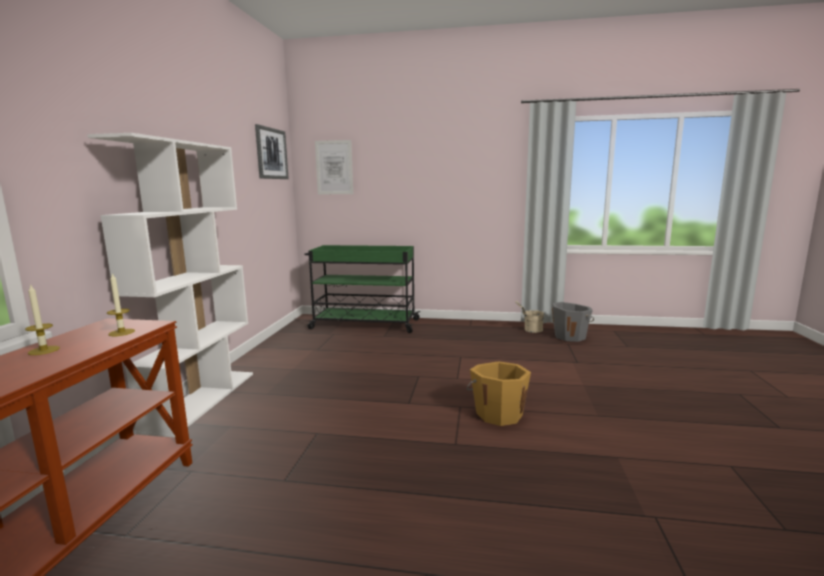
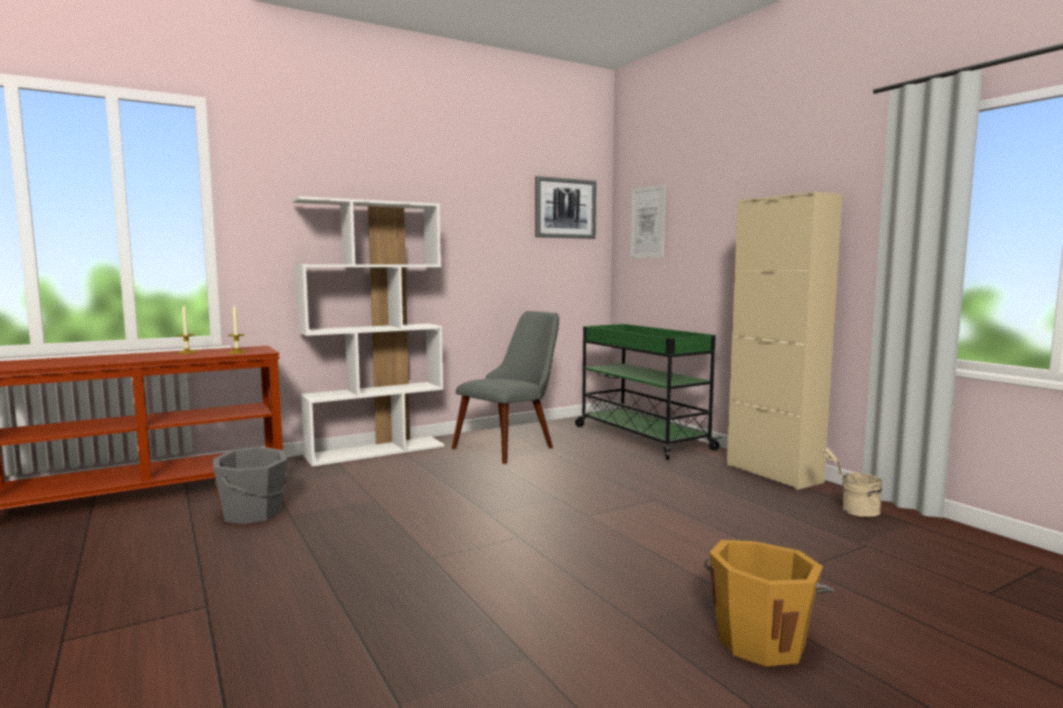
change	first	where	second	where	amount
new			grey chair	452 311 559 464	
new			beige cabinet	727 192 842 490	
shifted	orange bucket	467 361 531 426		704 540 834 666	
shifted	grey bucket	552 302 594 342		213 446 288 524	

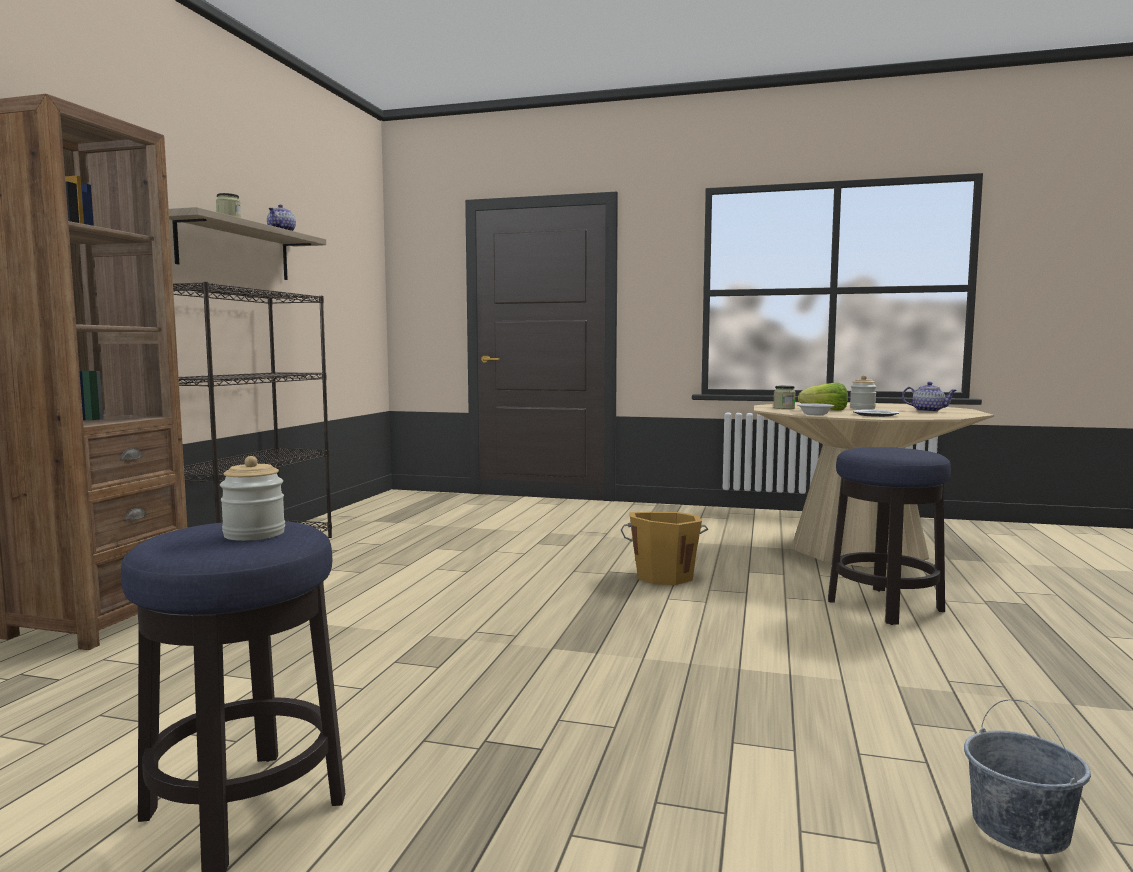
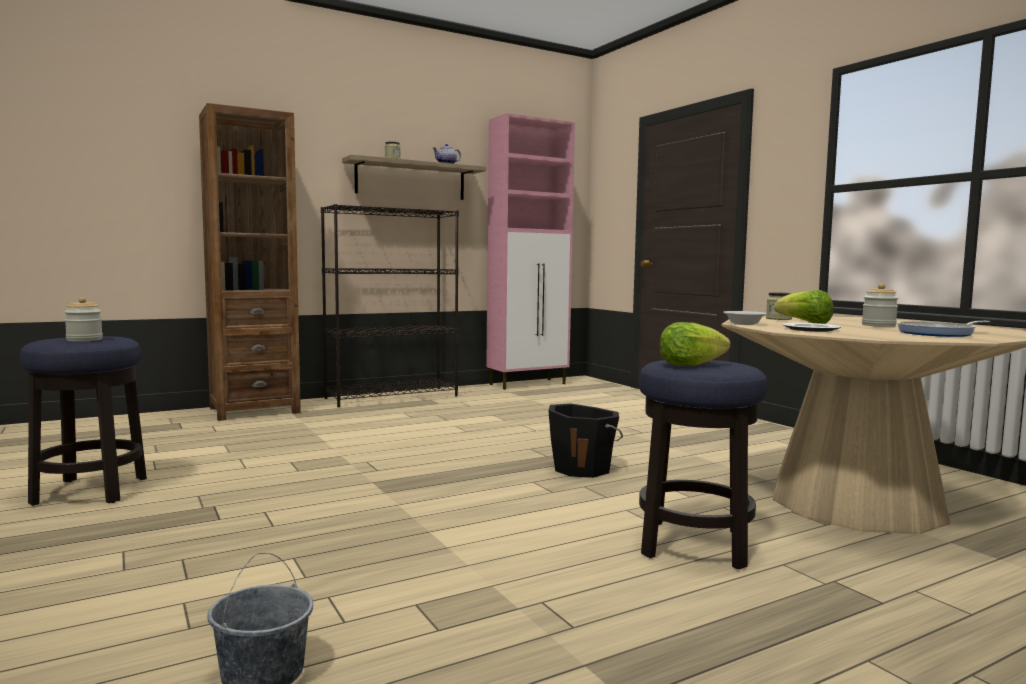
change	first	where	second	where	amount
new			pink cabinet	486 113 575 390	
new			lettuce	660 322 730 366	
swapped	teapot	902 382 957 412	frying pan	897 321 990 337	
repainted	orange bucket	621 512 708 585	black bucket	548 403 623 478	

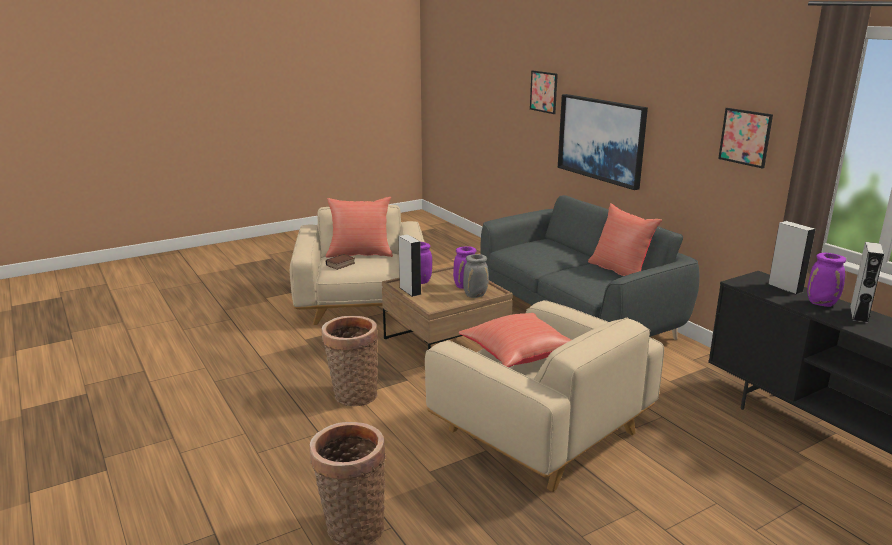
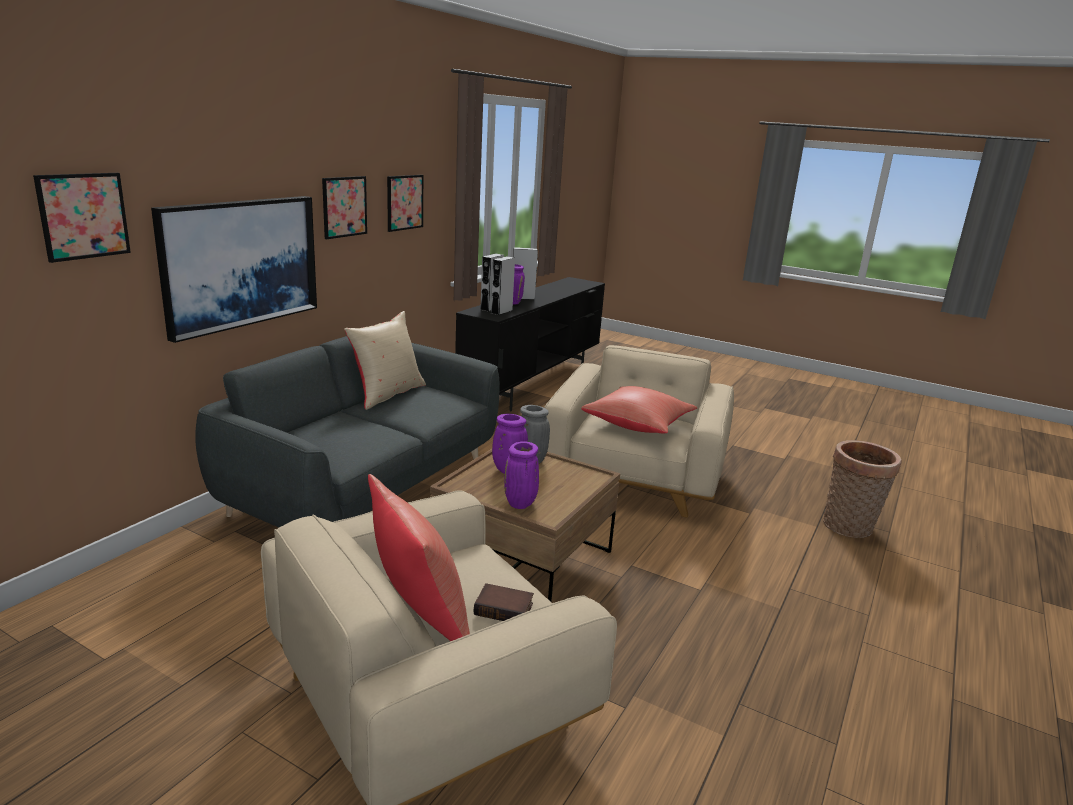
change	first	where	second	where	amount
gone	basket	322 316 378 407			
new			picture	322 176 367 239	
shifted	grey speaker	398 234 422 297		490 256 515 315	
repainted	red pillow	588 203 662 276	beige pillow	344 311 426 410	

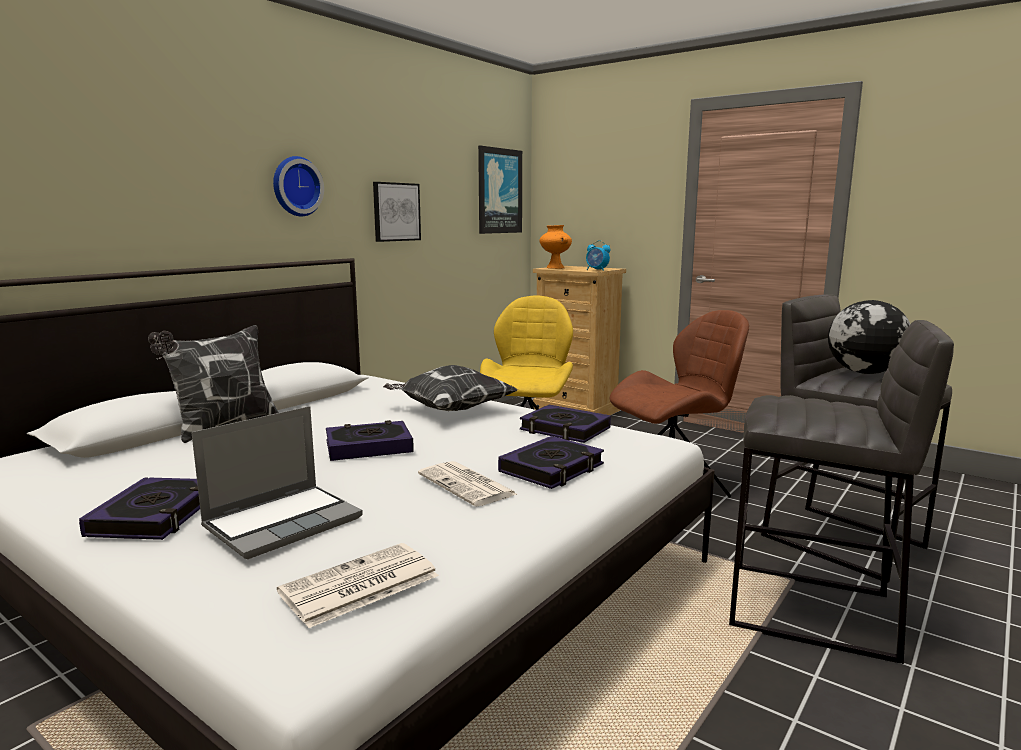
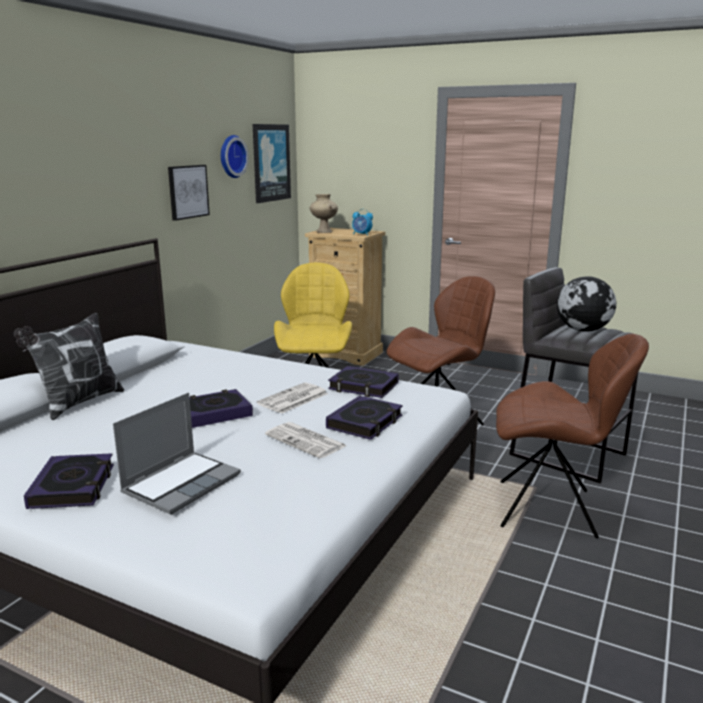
change	first	where	second	where	amount
gone	pillow	383 365 518 411			
shifted	wall clock	273 156 324 216		221 135 249 178	
shifted	newspaper	277 543 439 628		257 382 328 414	
swapped	grey stool	729 320 954 664	brown chair	496 334 649 538	
repainted	orange vase	539 225 572 269	beige vase	310 194 338 233	

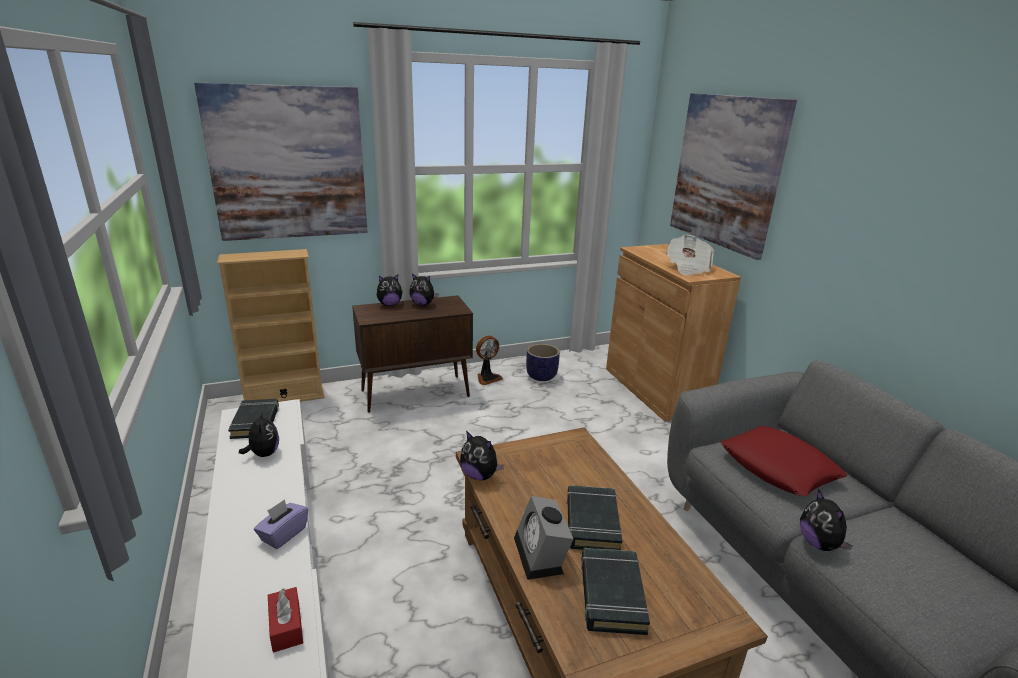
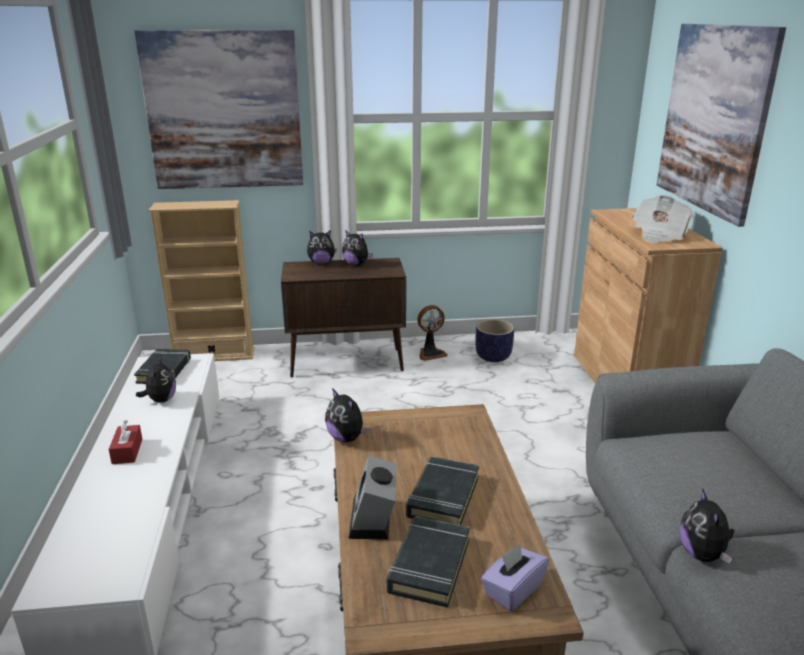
change	first	where	second	where	amount
gone	red pillow	721 426 847 496			
shifted	purple tissue box	254 499 308 549		481 543 549 612	
shifted	red tissue box	268 587 303 653		109 420 142 464	

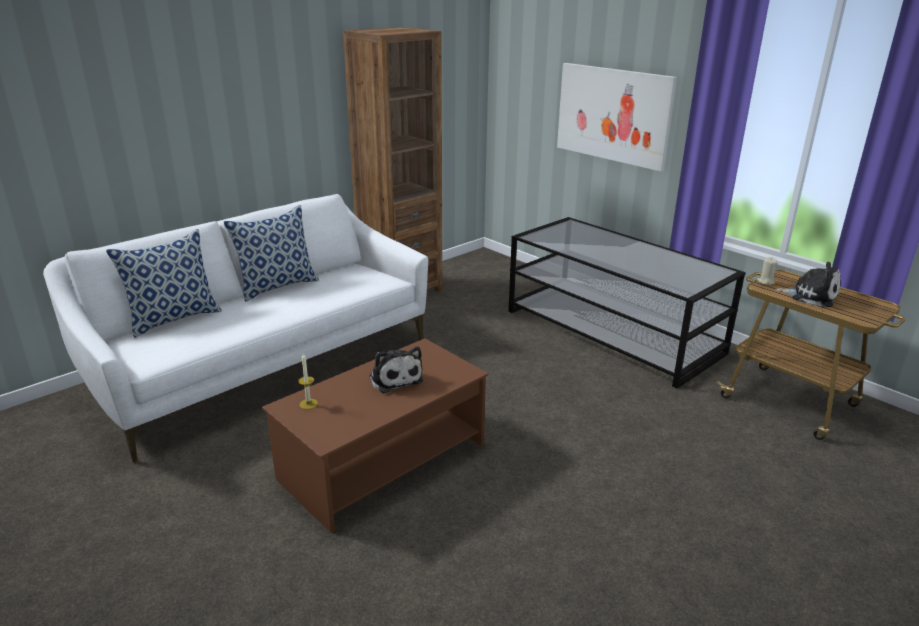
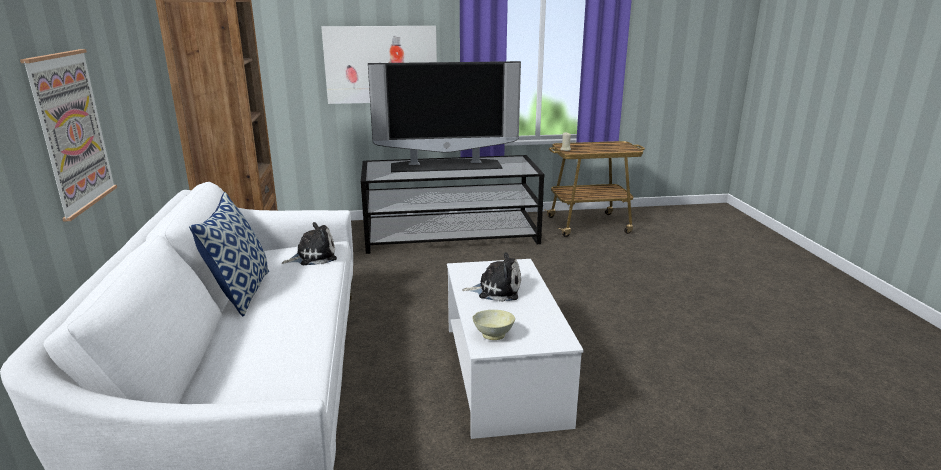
change	first	where	second	where	amount
gone	pillow	106 229 222 338			
new			picture	20 49 117 222	
new			television	368 61 521 172	
shifted	plush toy	775 262 840 307		282 222 337 265	
swapped	candle	298 353 318 409	beige bowl	472 310 515 340	
repainted	brown coffee table	262 338 488 533	white coffee table	447 259 584 439	

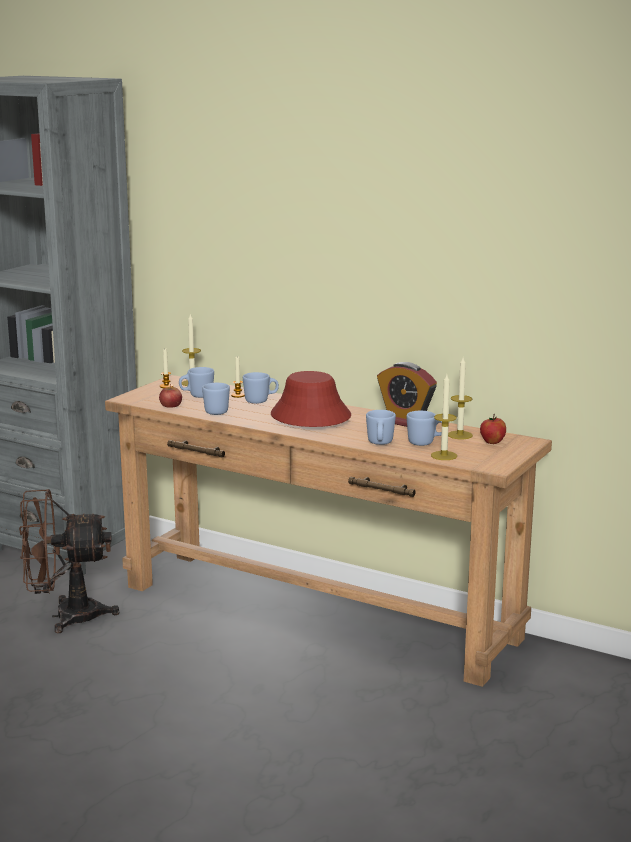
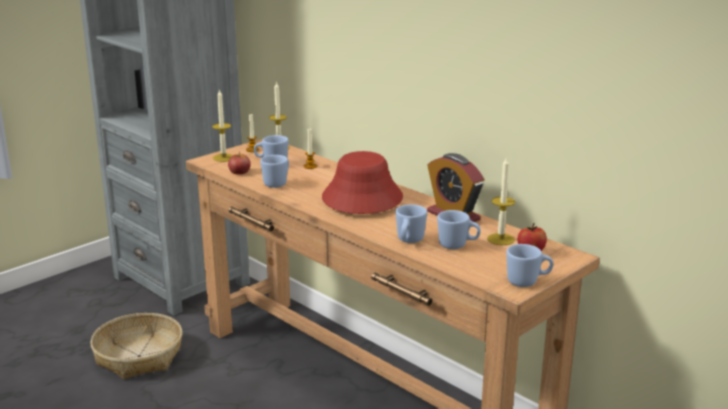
change	first	where	second	where	amount
shifted	blue mug	243 372 279 404		506 244 553 287	
shifted	candle	431 375 457 460		212 90 233 162	
swapped	brown fan	19 489 119 634	basket	90 313 183 379	

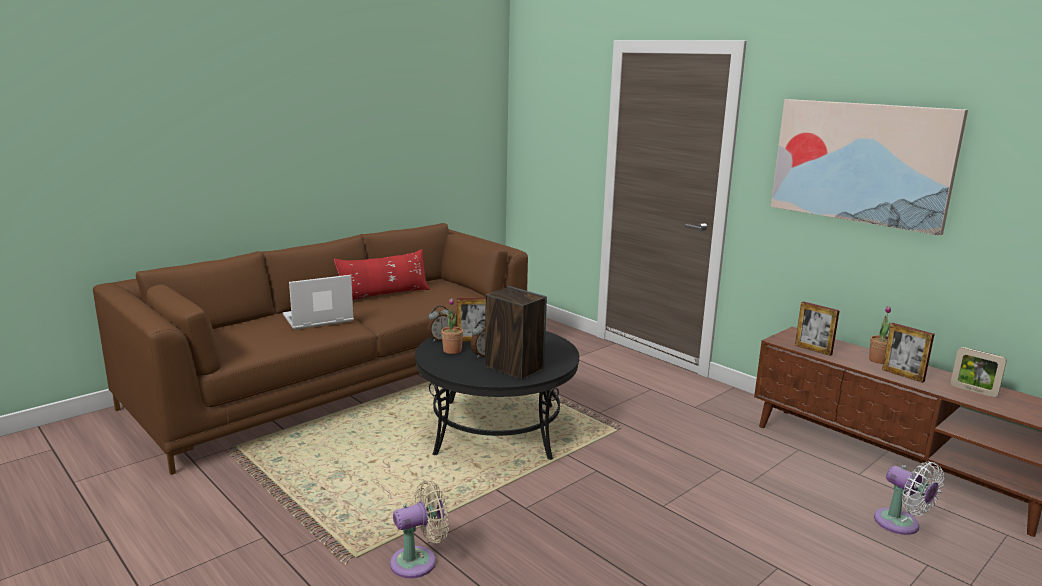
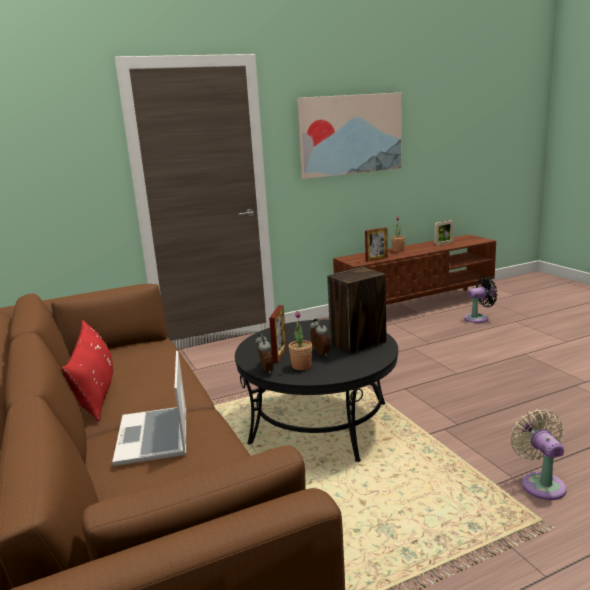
change	first	where	second	where	amount
gone	picture frame	882 323 935 383			
repainted	white fan	874 462 944 535	black fan	464 276 498 323	

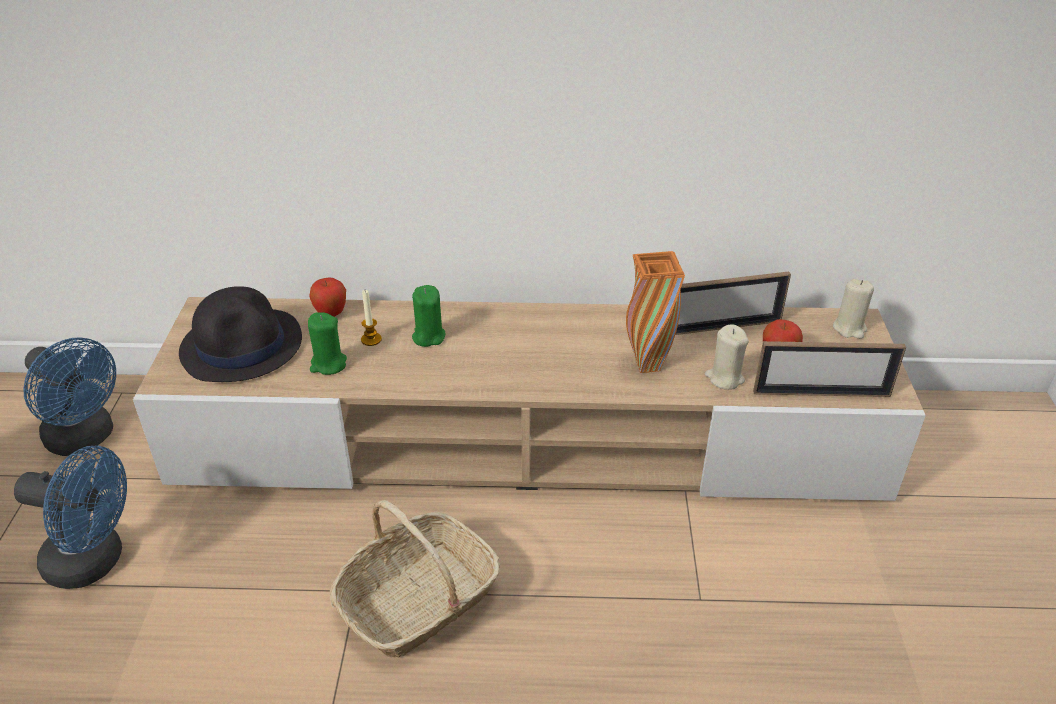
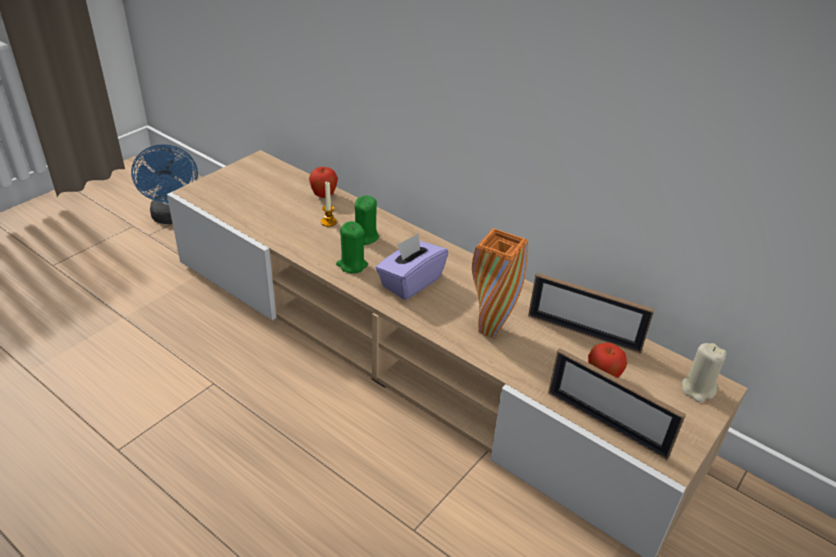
change	first	where	second	where	amount
gone	blue fan	14 446 127 589			
gone	black hat	179 286 302 382			
gone	basket	330 500 500 658			
gone	beige candle	705 324 749 390			
new			purple tissue box	376 233 448 300	
shifted	green candle	308 312 347 375		336 221 368 274	

